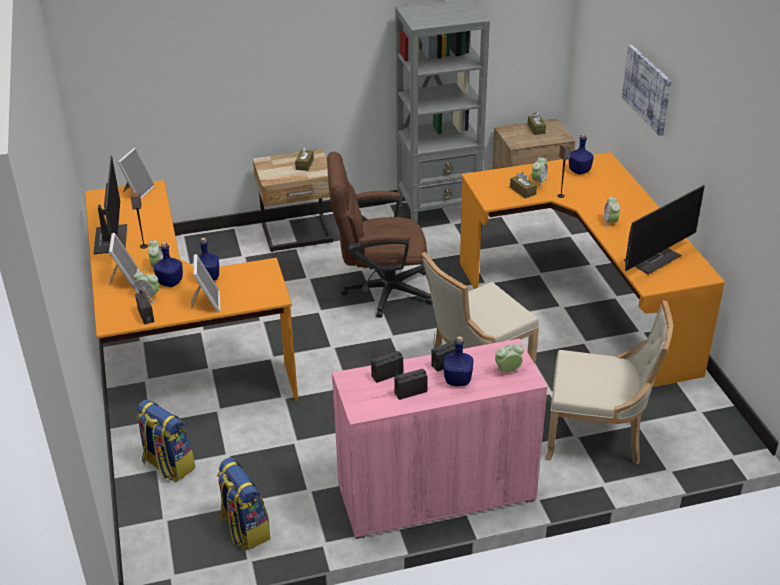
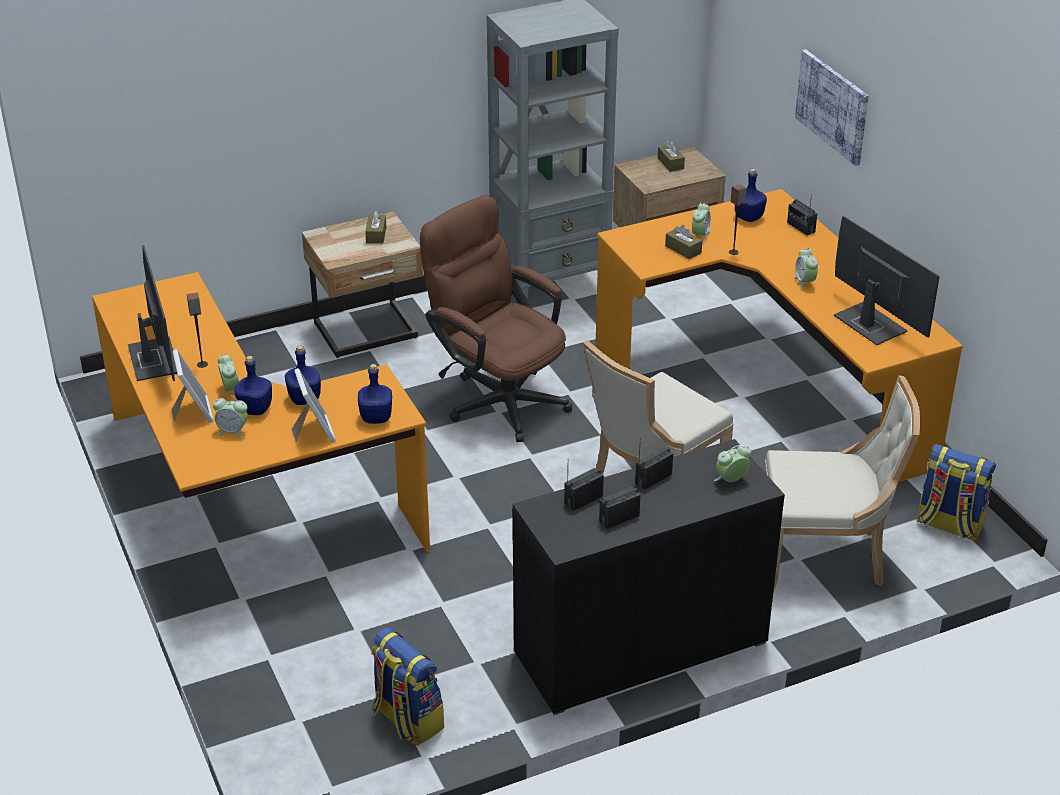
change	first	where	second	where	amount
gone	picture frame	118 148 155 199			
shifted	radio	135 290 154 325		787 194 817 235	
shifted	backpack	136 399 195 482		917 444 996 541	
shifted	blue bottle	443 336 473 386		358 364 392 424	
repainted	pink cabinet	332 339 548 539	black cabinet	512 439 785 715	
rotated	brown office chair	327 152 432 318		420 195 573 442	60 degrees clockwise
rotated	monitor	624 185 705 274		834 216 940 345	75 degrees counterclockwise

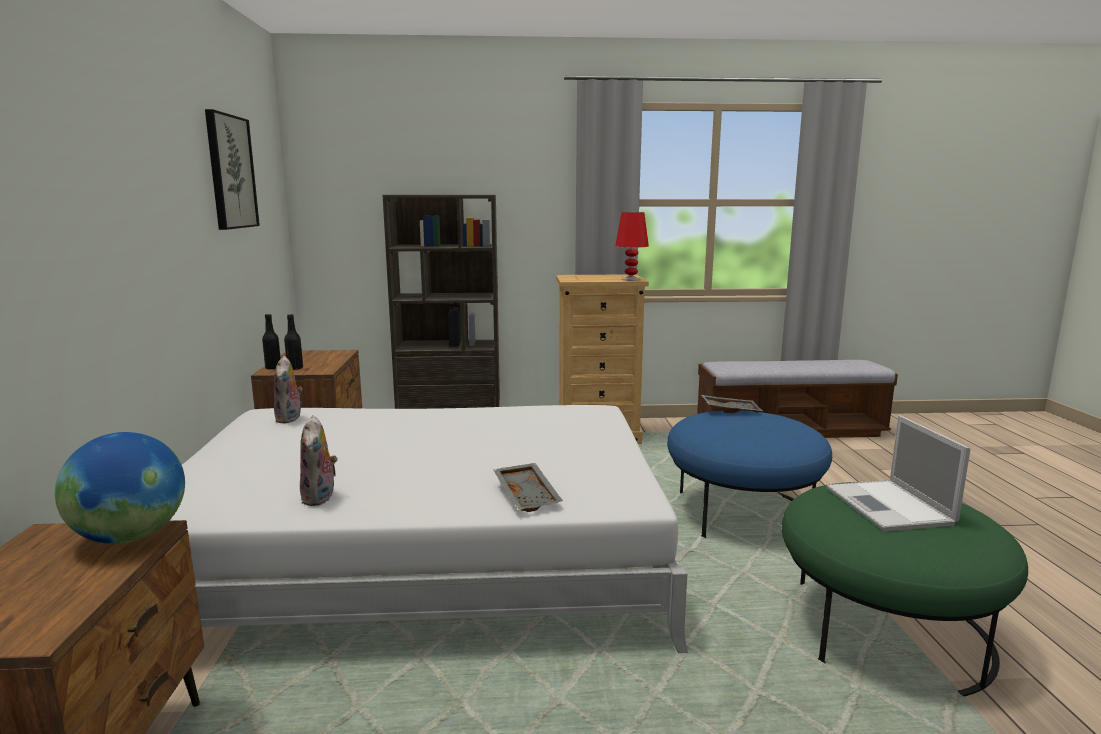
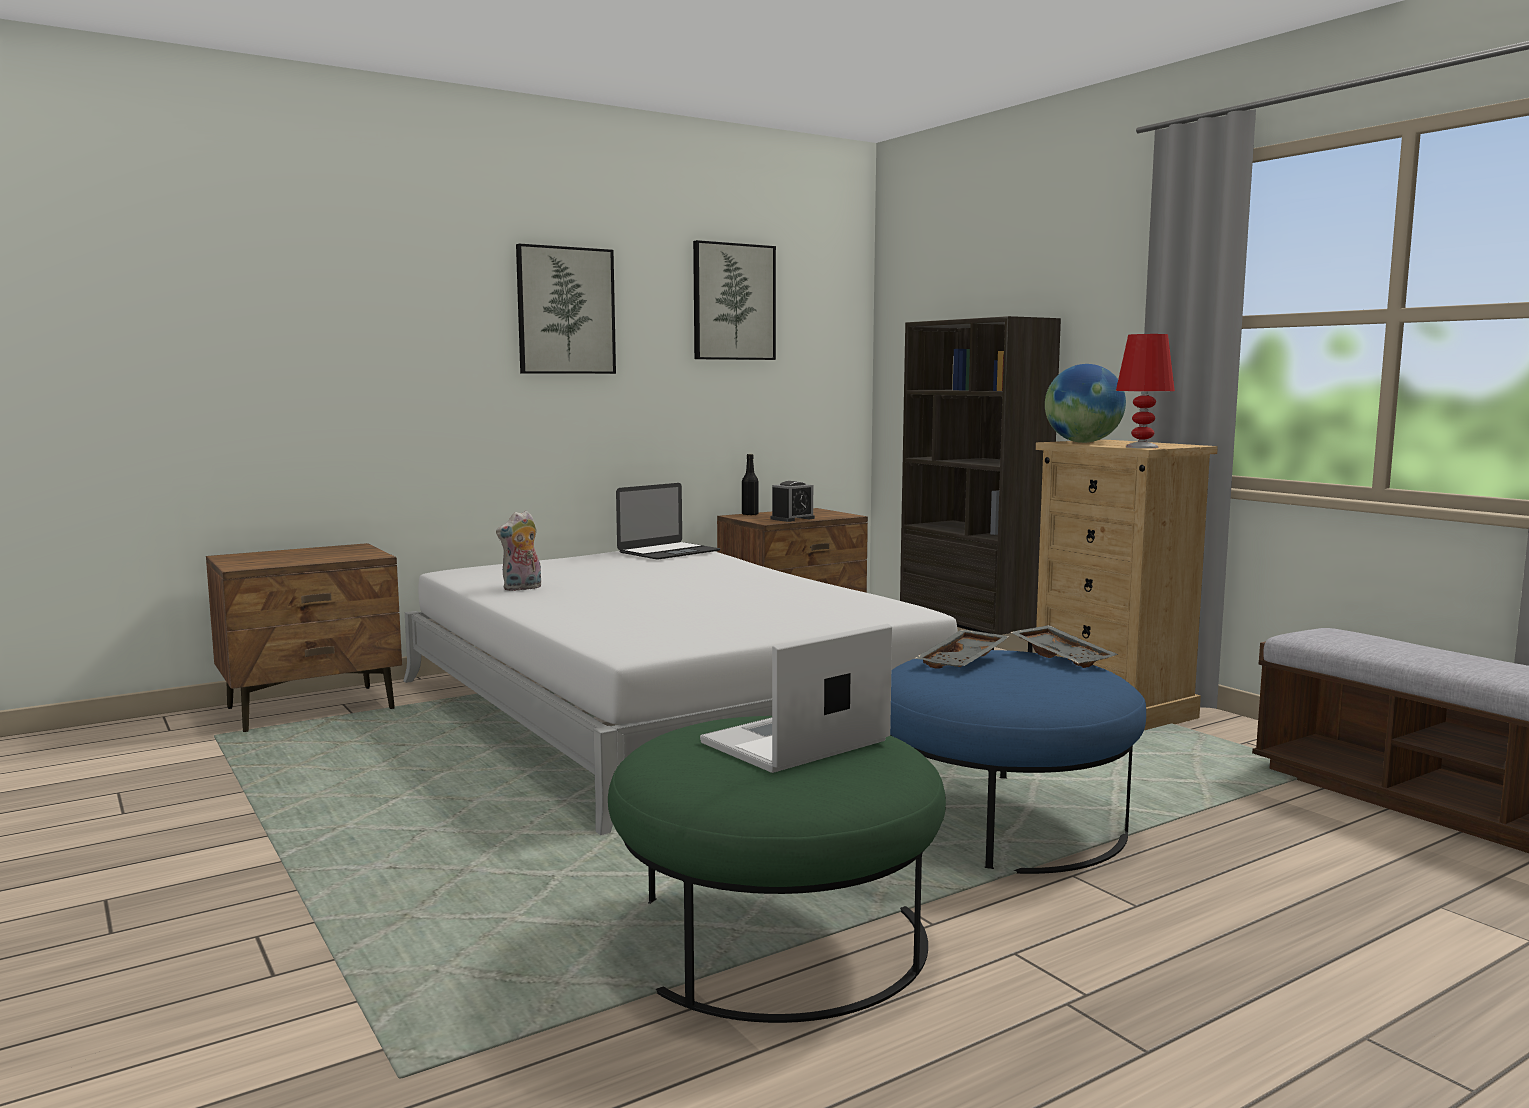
change	first	where	second	where	amount
gone	black bottle	284 314 303 370			
new			picture	516 244 616 374	
new			alarm clock	771 481 815 522	
shifted	globe	55 432 185 544		1045 364 1126 443	
shifted	grey tray	494 463 563 512		914 629 1010 669	
swapped	plush toy	274 356 303 423	laptop	616 483 721 559	

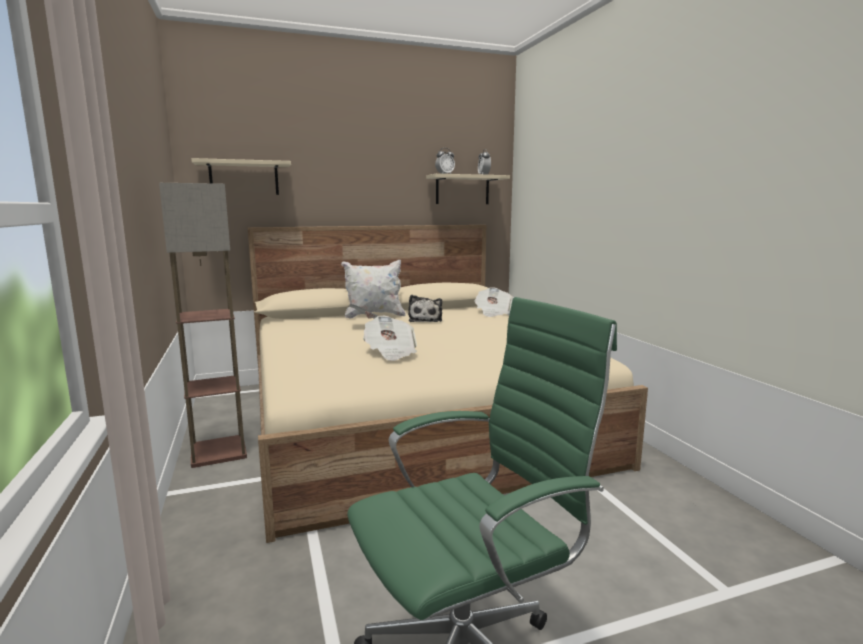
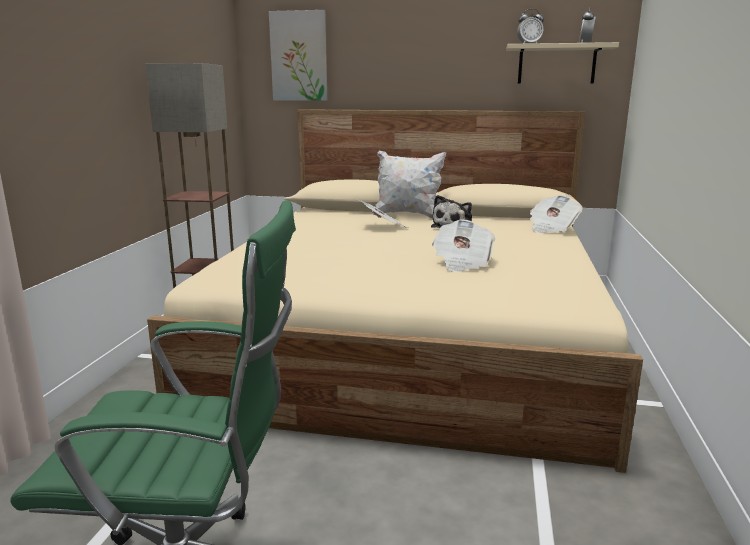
change	first	where	second	where	amount
shifted	newspaper	363 316 417 361		432 219 496 272	
swapped	beige shelf	191 158 291 195	picture	269 10 327 101	

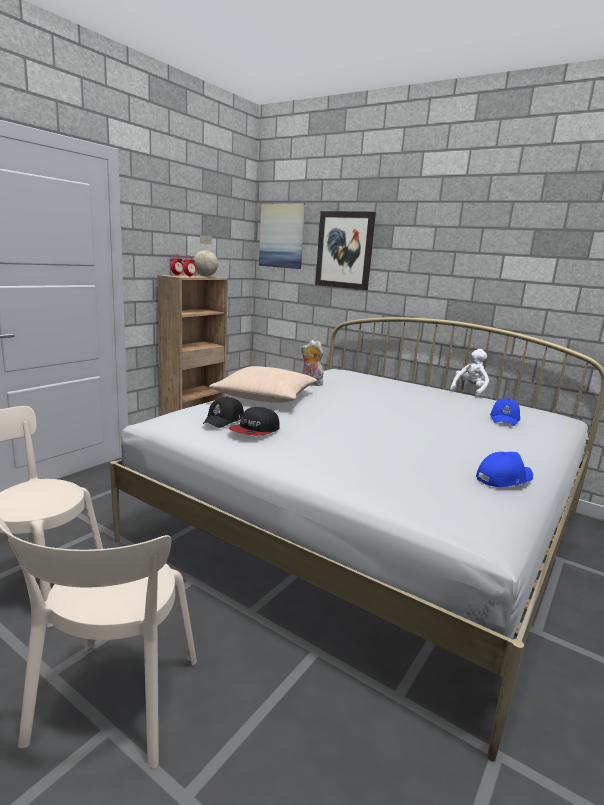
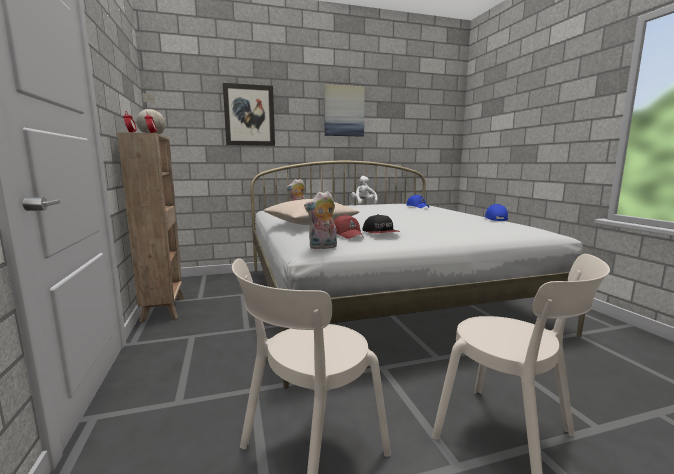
change	first	where	second	where	amount
new			plush toy	304 191 337 249	
shifted	picture	259 204 305 269		324 84 365 137	
repainted	black cap	203 396 244 428	red cap	333 215 363 239	

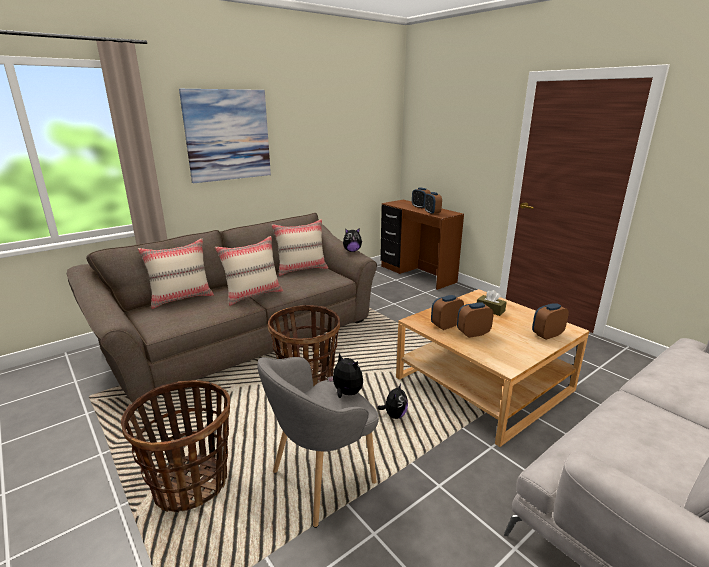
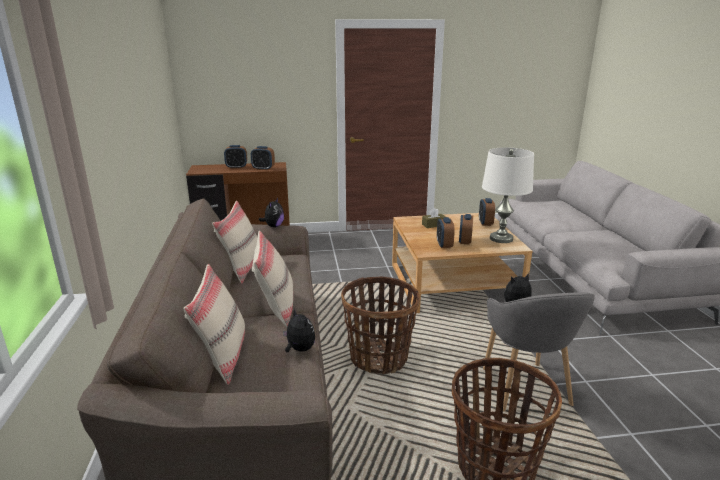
change	first	where	second	where	amount
gone	picture	179 89 271 183			
new			white table lamp	482 148 534 243	
shifted	plush toy	377 383 408 419		283 308 315 352	

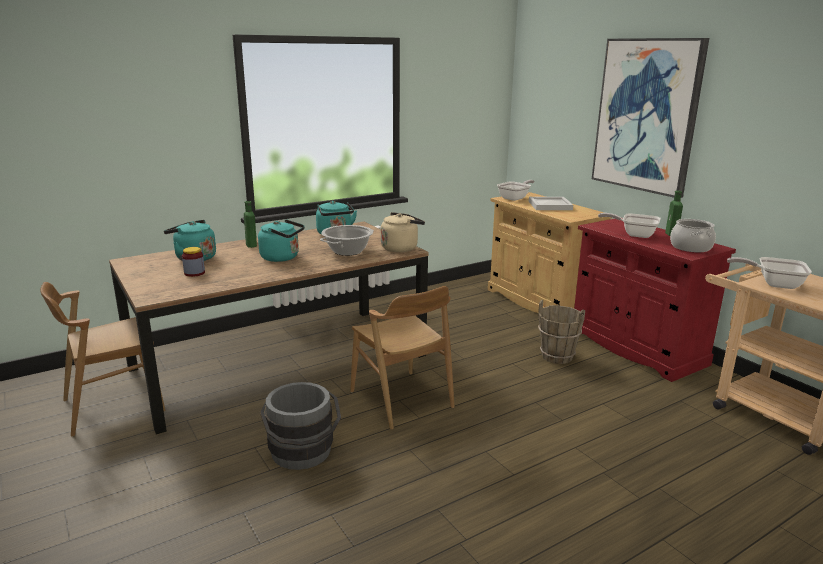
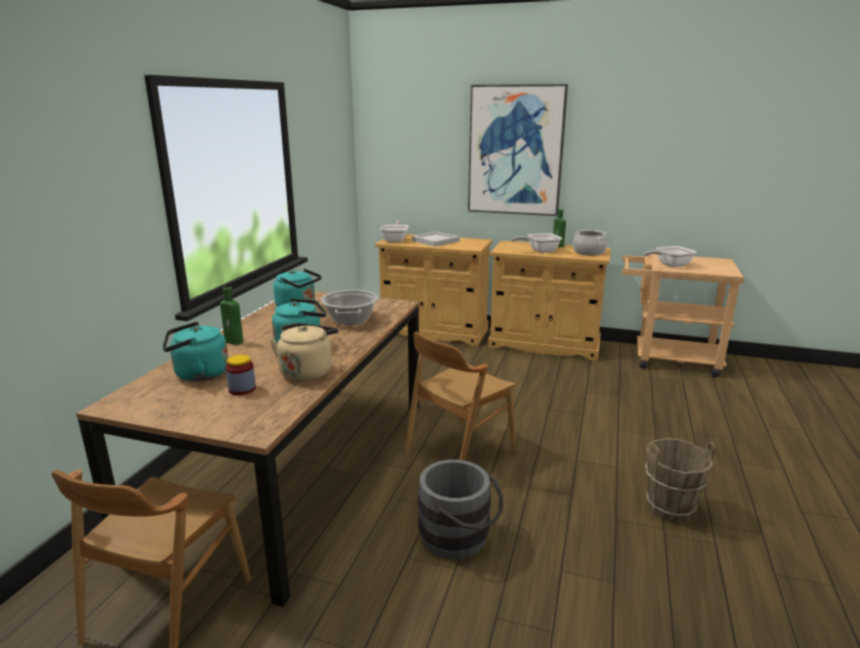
change	first	where	second	where	amount
shifted	beige kettle	381 212 425 252		270 323 338 381	
shifted	brown bucket	538 300 585 364		645 438 715 522	
repainted	red cabinet	574 218 736 382	beige cabinet	488 241 611 361	
rotated	brown chair	350 286 454 430		405 332 516 461	120 degrees clockwise

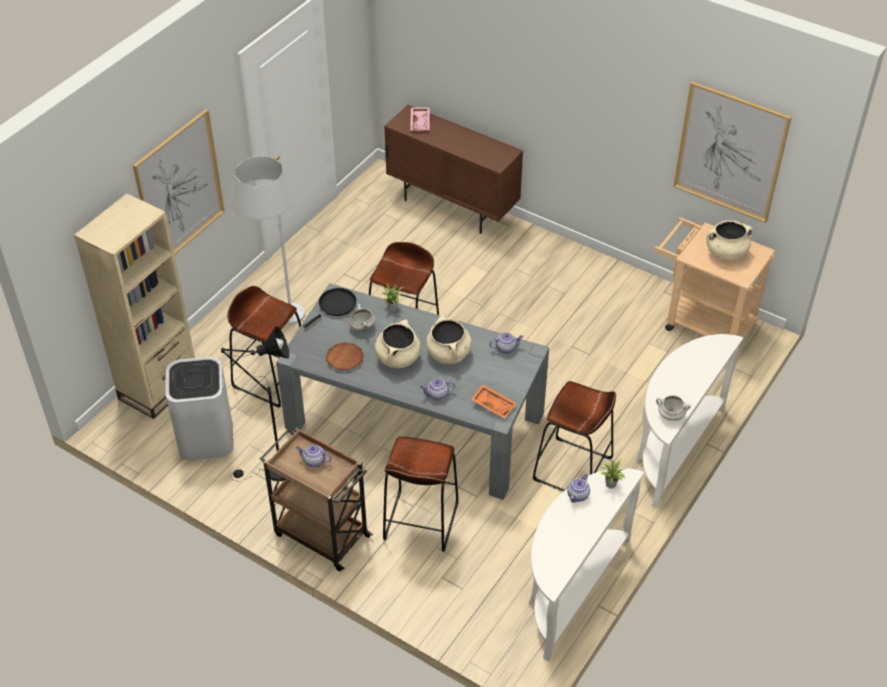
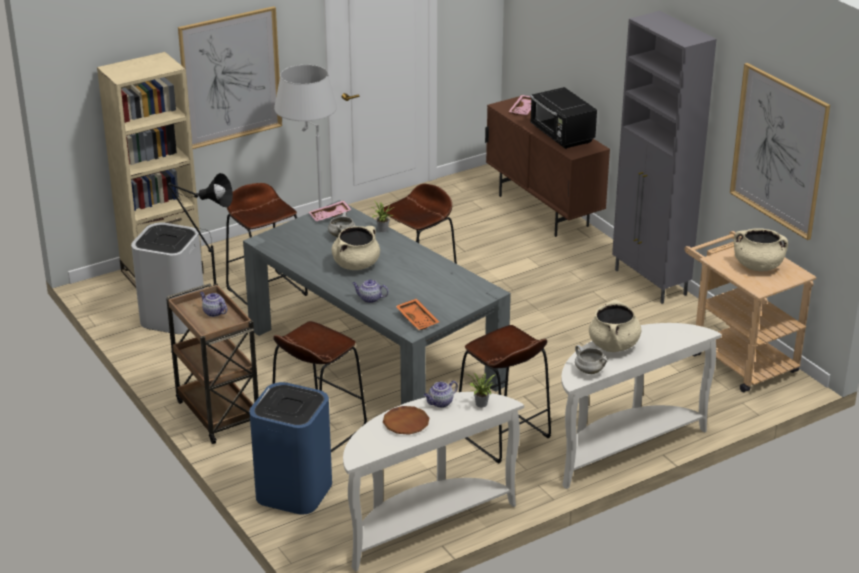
change	first	where	second	where	amount
gone	teapot	490 333 523 354			
new			blue trash can	250 382 332 515	
new			black microwave	530 87 597 149	
new			grey cabinet	612 11 717 304	
shifted	brown plate	326 342 364 370		383 406 429 435	
shifted	beige cooking pot	426 316 472 364		589 300 641 352	
swapped	black frying pan	303 288 356 328	pink tray	309 200 352 221	

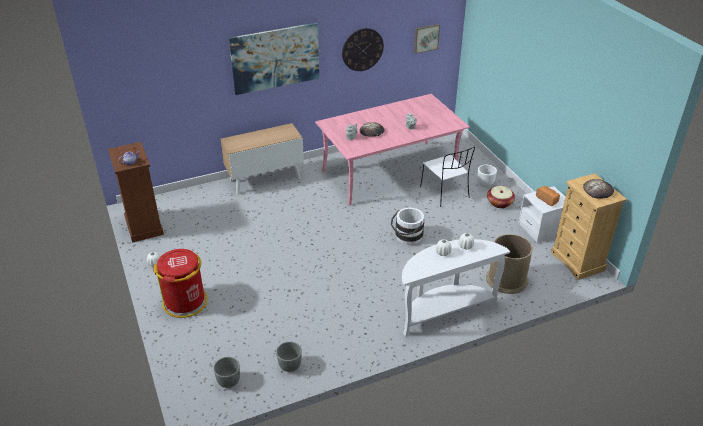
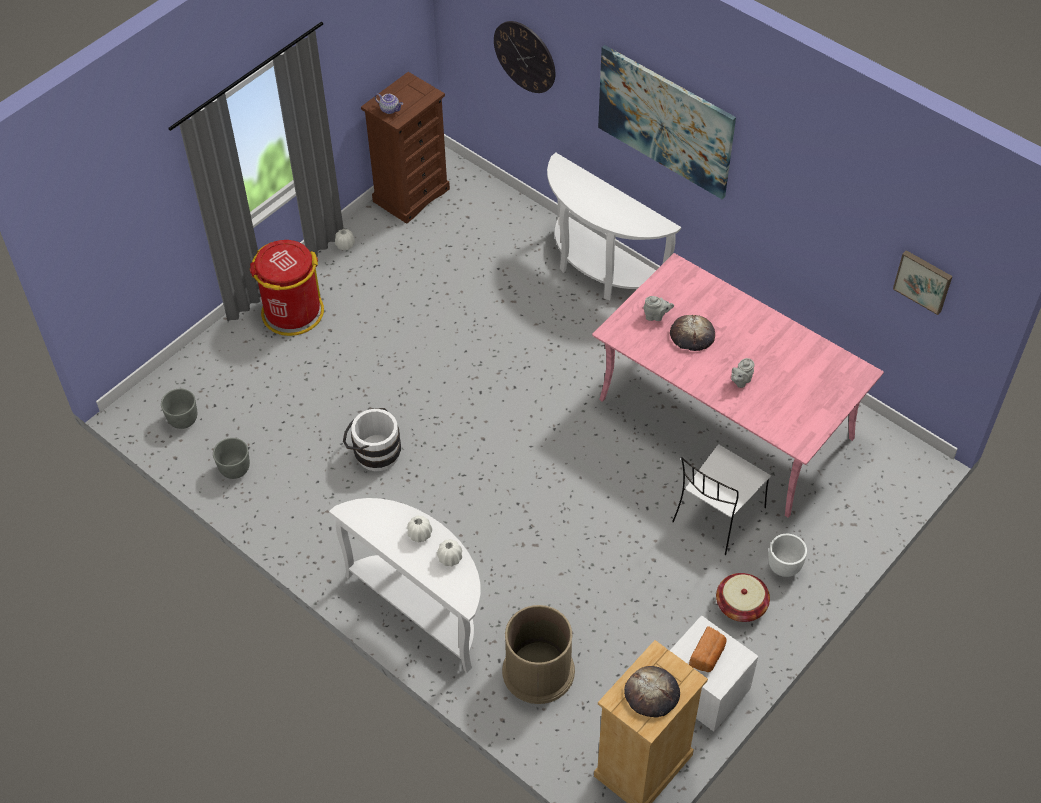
change	first	where	second	where	amount
shifted	wall clock	342 28 384 71		494 21 555 93	
shifted	white bucket	391 208 424 245		343 408 401 471	
swapped	cabinet	221 123 304 195	white console table	547 153 681 300	

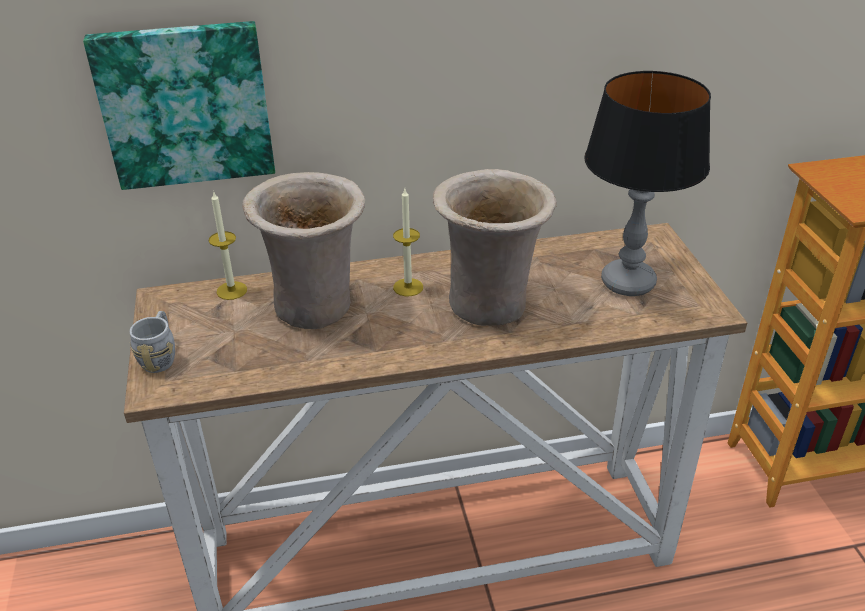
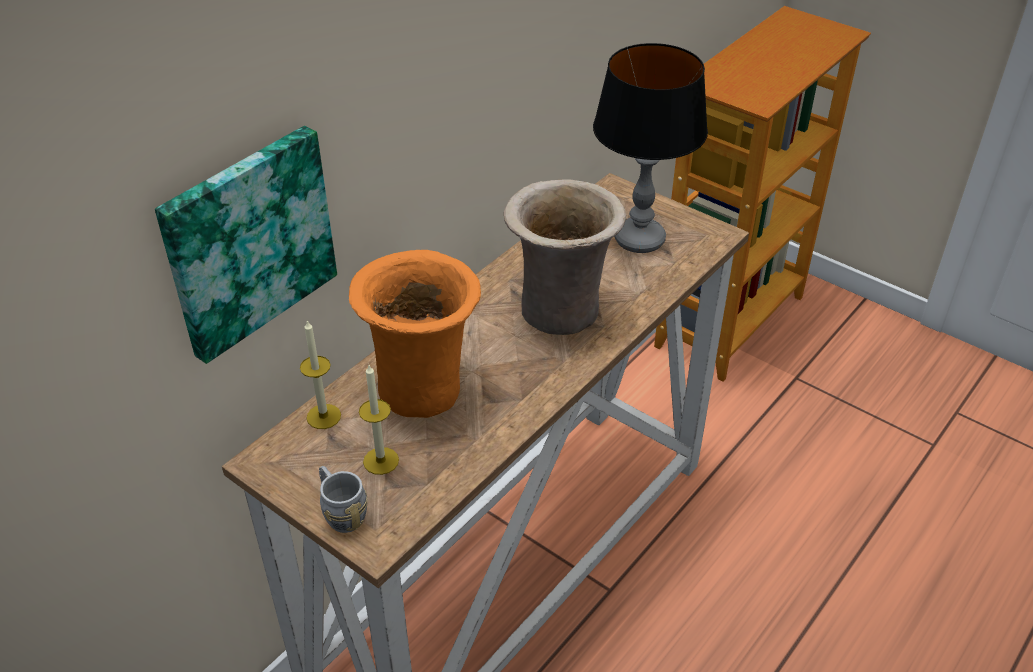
change	first	where	second	where	amount
shifted	candle	393 189 423 296		359 365 399 475	
repainted	beige vase	242 172 365 329	orange vase	349 250 481 418	

